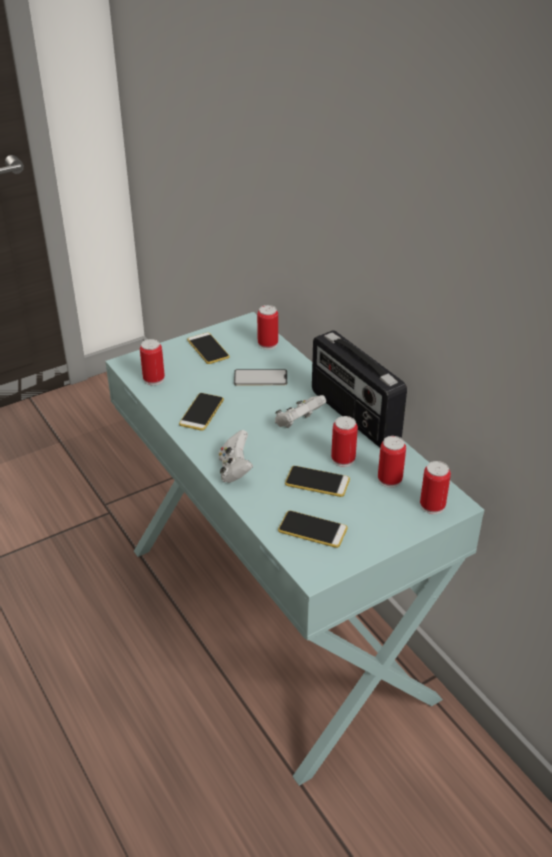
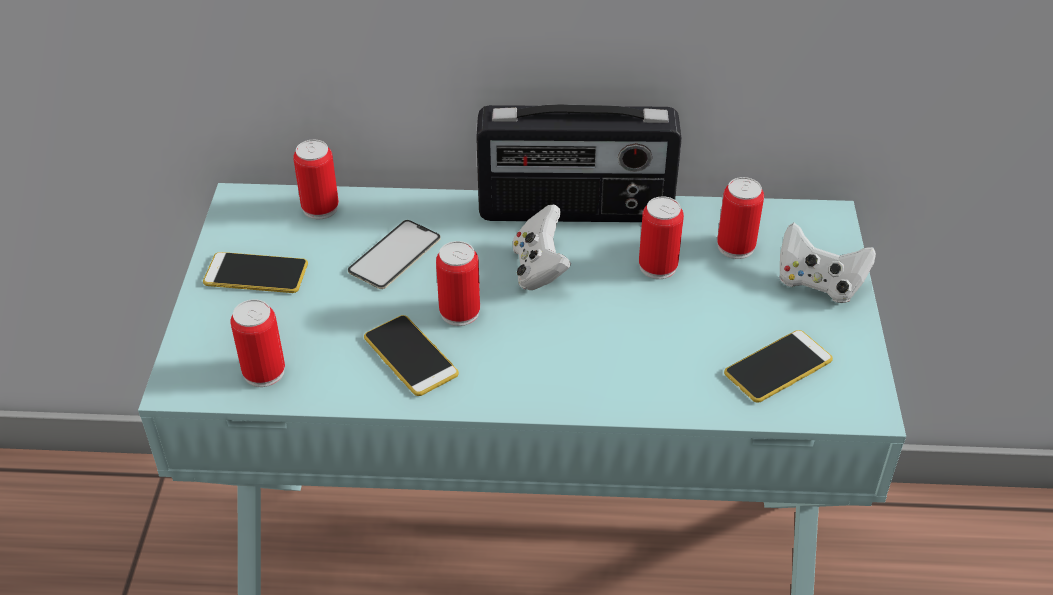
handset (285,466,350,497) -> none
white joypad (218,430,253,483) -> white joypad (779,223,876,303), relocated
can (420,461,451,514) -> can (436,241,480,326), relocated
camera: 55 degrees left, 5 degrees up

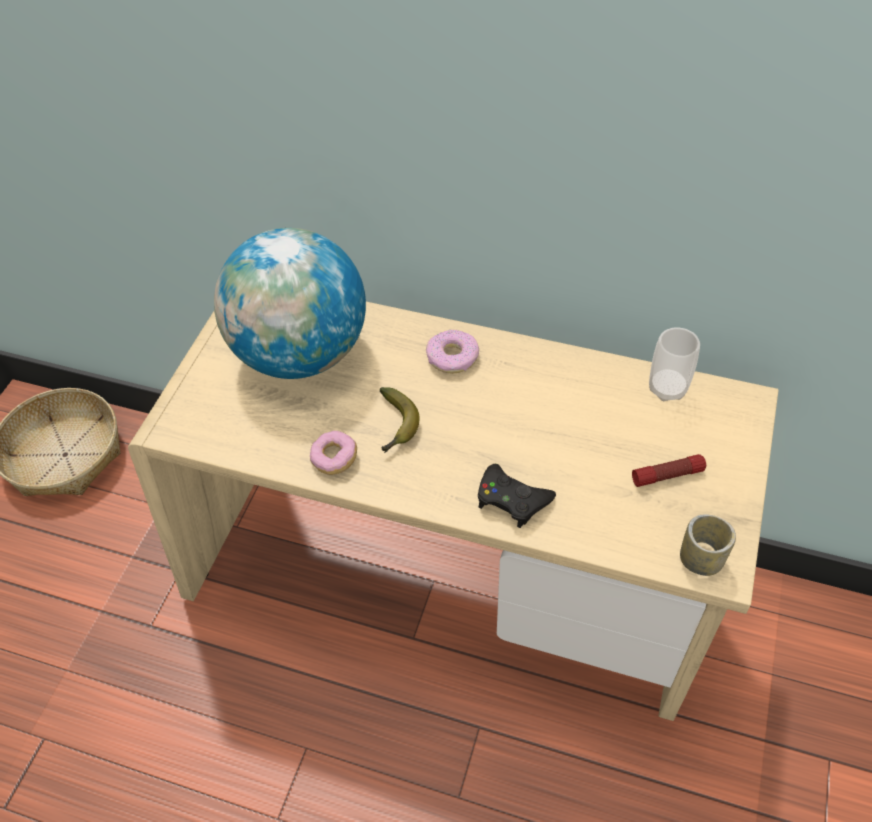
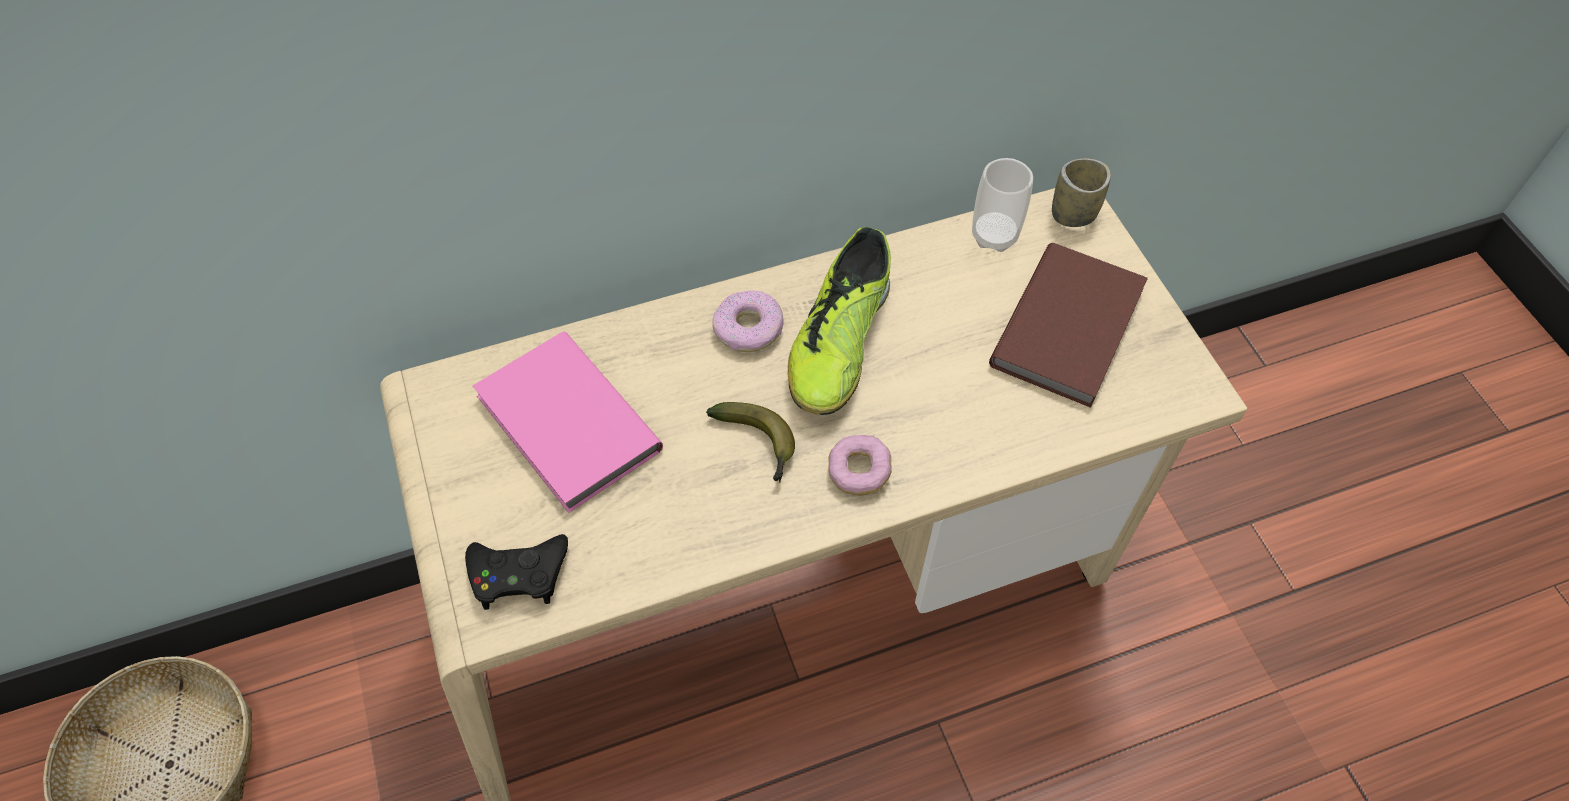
none -> low shoe (788,227,891,415)
donut (310,431,357,475) -> donut (828,435,892,496), relocated
black joypad (478,464,556,528) -> black joypad (465,534,568,610), relocated
drinking cup (680,514,736,576) -> drinking cup (1052,158,1111,227), relocated
desk globe (214,228,366,379) -> pinkish bound book (472,331,663,513)
flashlight (632,454,706,487) -> brown-coloured bound book (989,243,1148,408)
camera: 40 degrees left, 5 degrees up

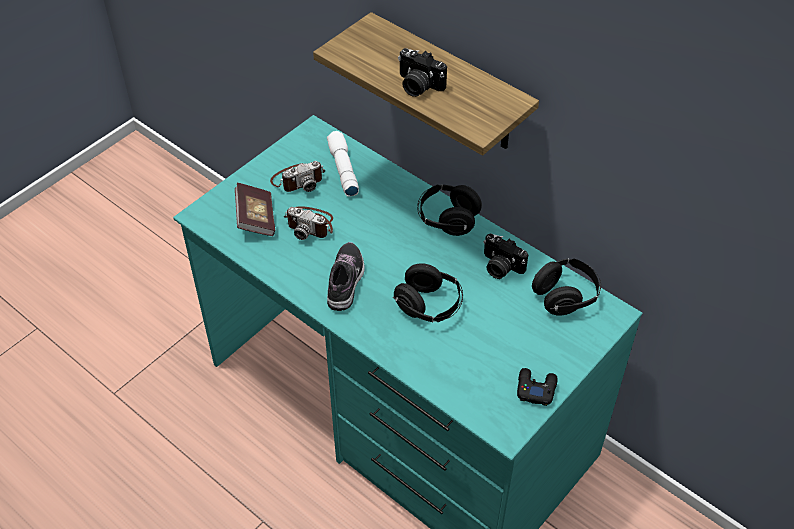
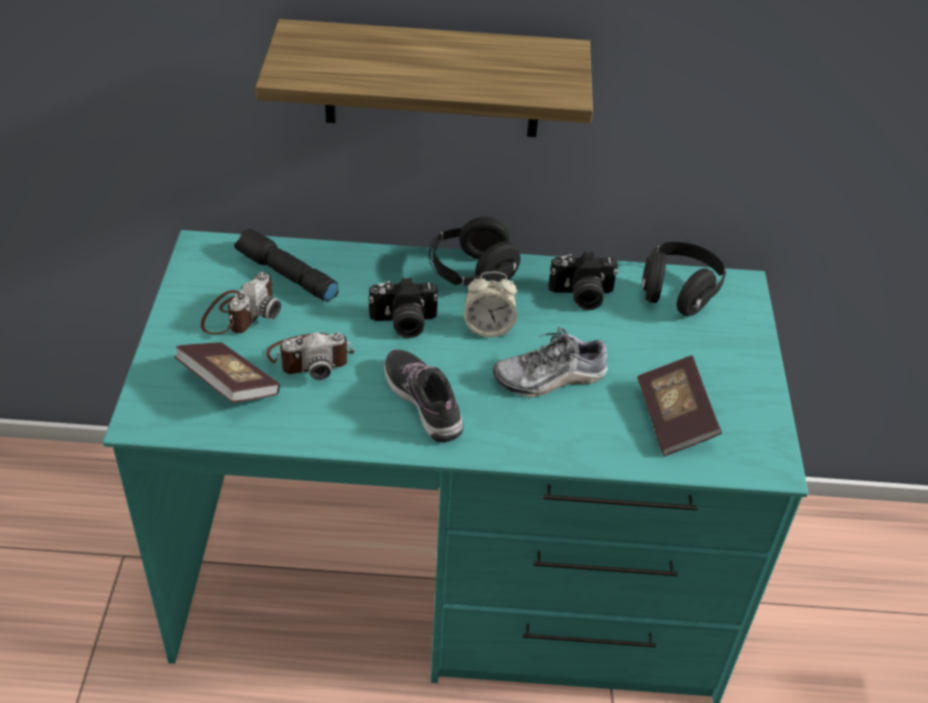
black joypad (517,368,558,406) -> none
none -> table clock (464,271,517,337)
none -> bound book (637,355,722,456)
still camera (398,48,447,97) -> still camera (368,277,439,338), relocated
black pair of headphones (393,263,463,322) -> low shoe (493,327,608,398)
white flashlight (327,131,359,197) -> black flashlight (234,229,338,302)
camera: 40 degrees left, 5 degrees down

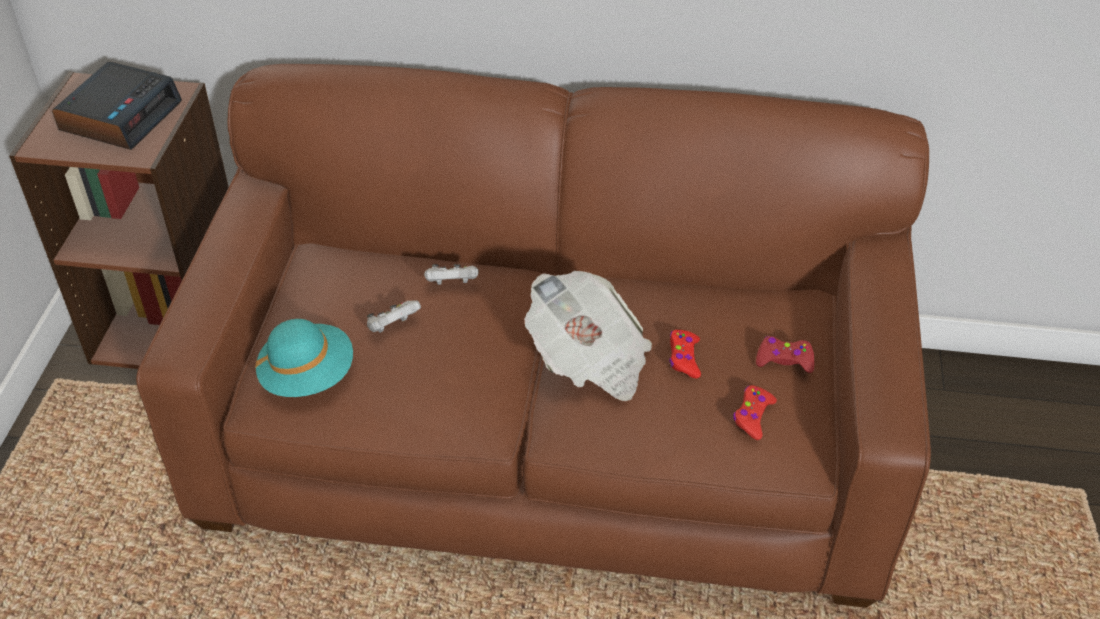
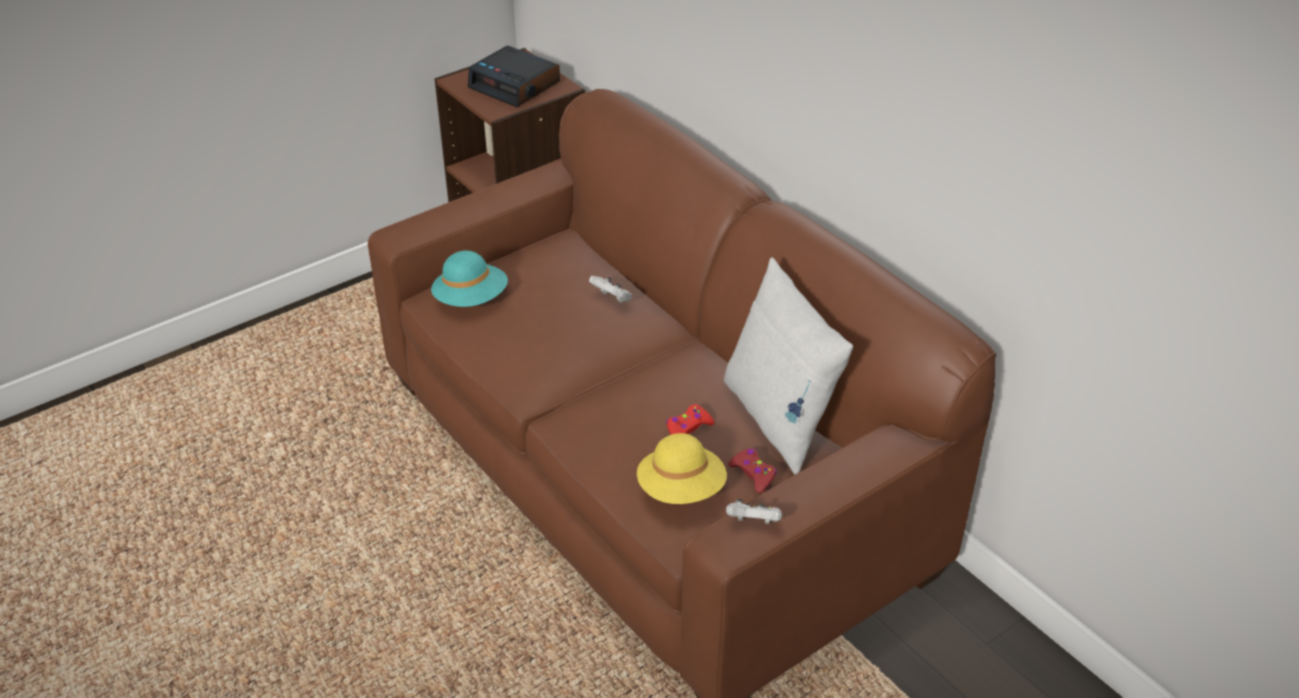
daily paper (524,271,652,401) -> none
none -> grey pillow (724,257,853,474)
white joypad (367,301,421,333) -> white joypad (726,499,782,524), relocated
red joypad (733,385,777,440) -> yellowish clothing hat (637,433,727,504)
table clock (52,61,182,150) -> table clock (468,46,560,107), 60 degrees clockwise
camera: 45 degrees right, 5 degrees down

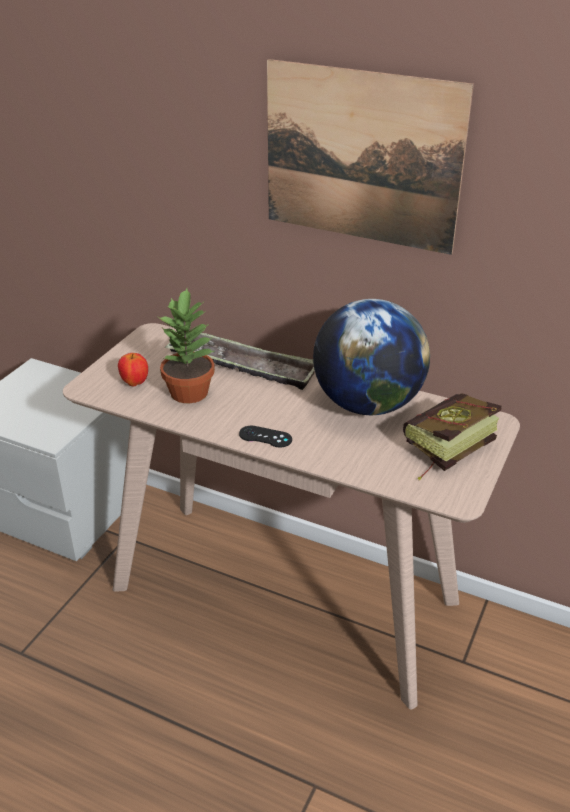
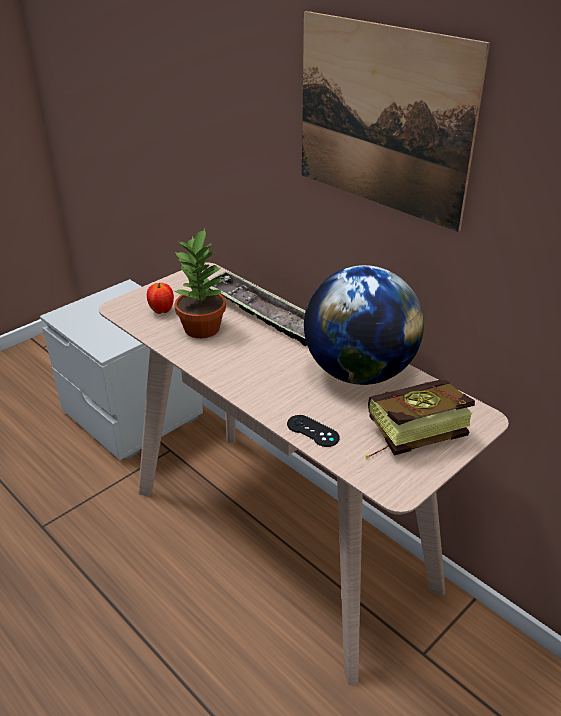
black joypad (239,425,292,448) -> black joypad (287,415,339,447), relocated
camera: 20 degrees right, 0 degrees up

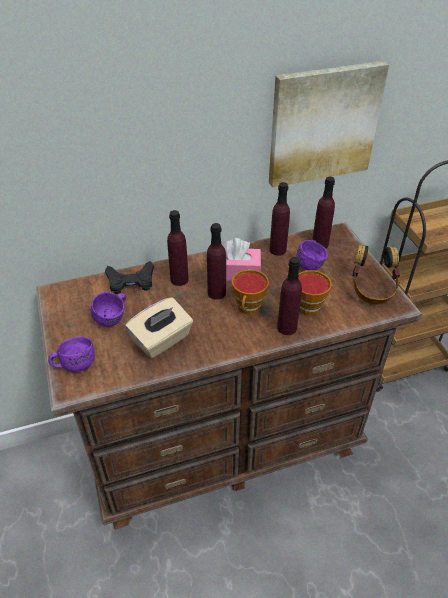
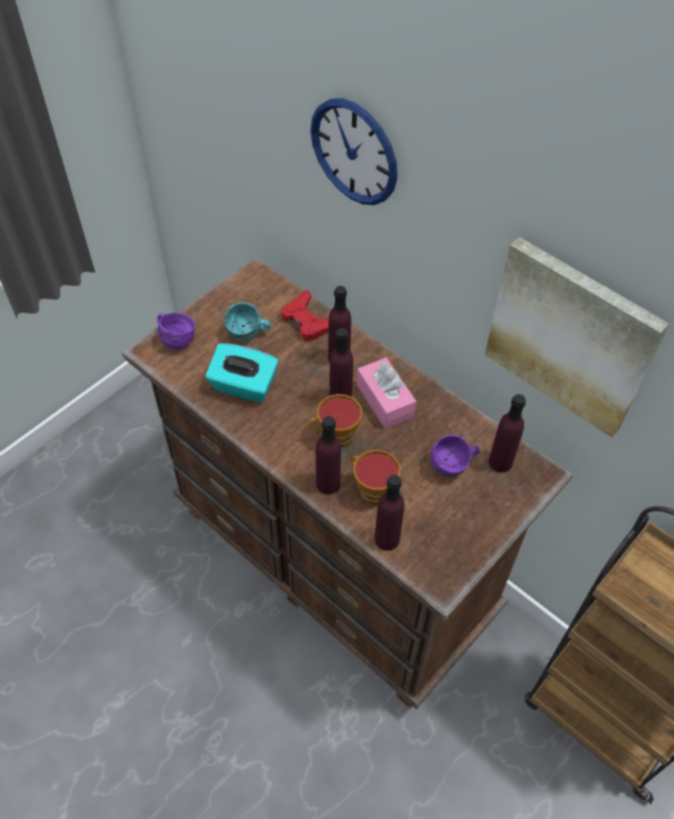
pair of headphones (352,245,400,304) -> none
none -> clock on the wall (310,98,398,205)
purple-coloured beverage bottle (269,182,290,256) -> purple-coloured beverage bottle (375,475,404,551), relocated
purple-coloured coffee mug (91,292,126,327) -> blue-green coffee mug (224,302,271,341)
black joypad (105,261,154,294) -> red joypad (281,290,329,341)
beige tissue box (126,297,193,358) -> blue-green tissue box (205,343,279,403)
camera: 60 degrees right, 10 degrees up

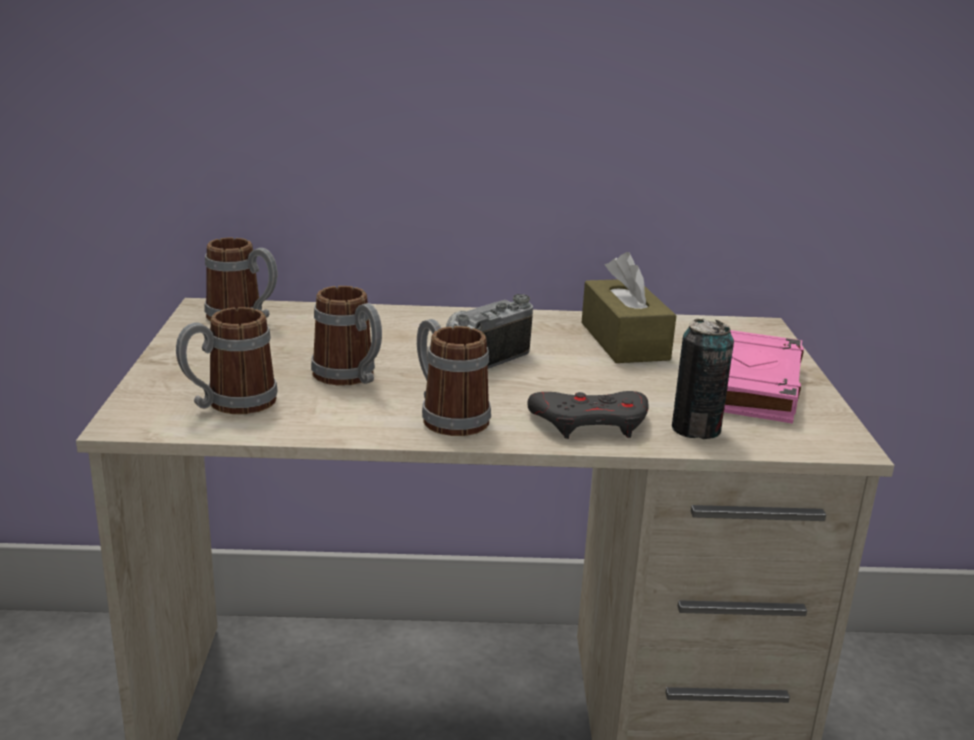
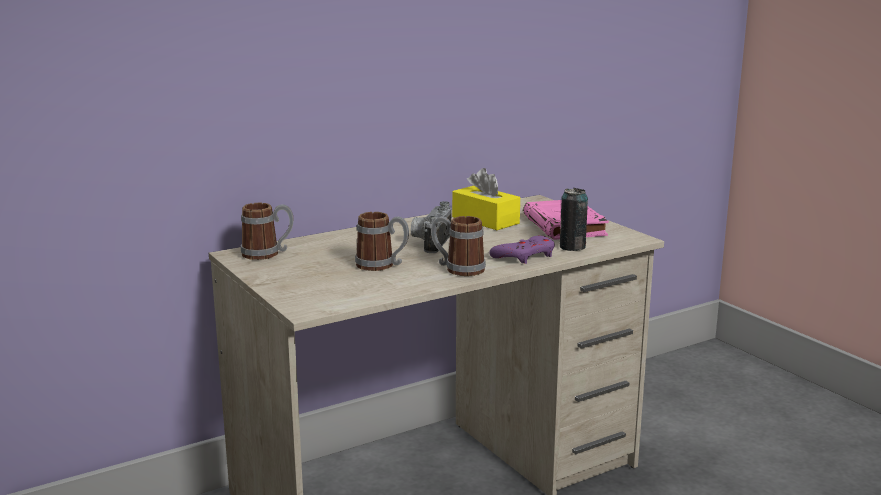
coffee mug (176,307,278,414) -> none
grey joypad (527,391,648,439) -> purple-coloured joypad (489,235,555,264)
brown-coloured tissue box (581,252,677,363) -> yellowish tissue box (452,168,520,230)
camera: 30 degrees left, 5 degrees down

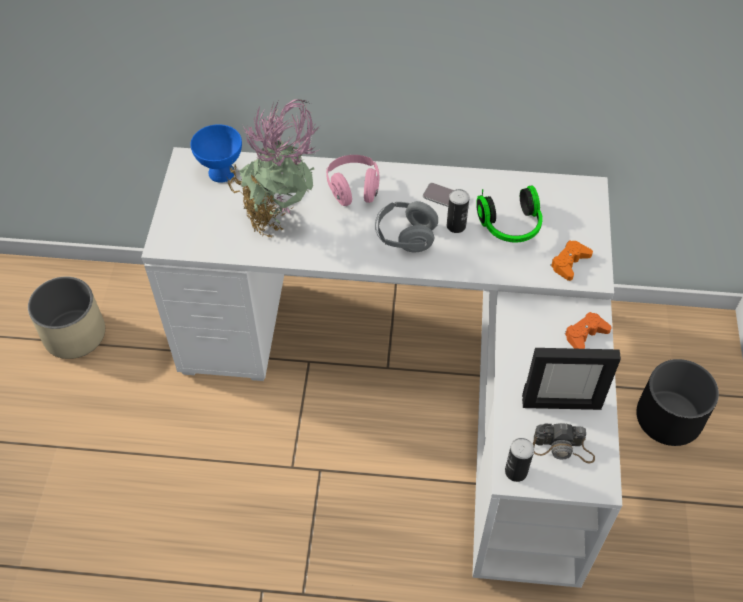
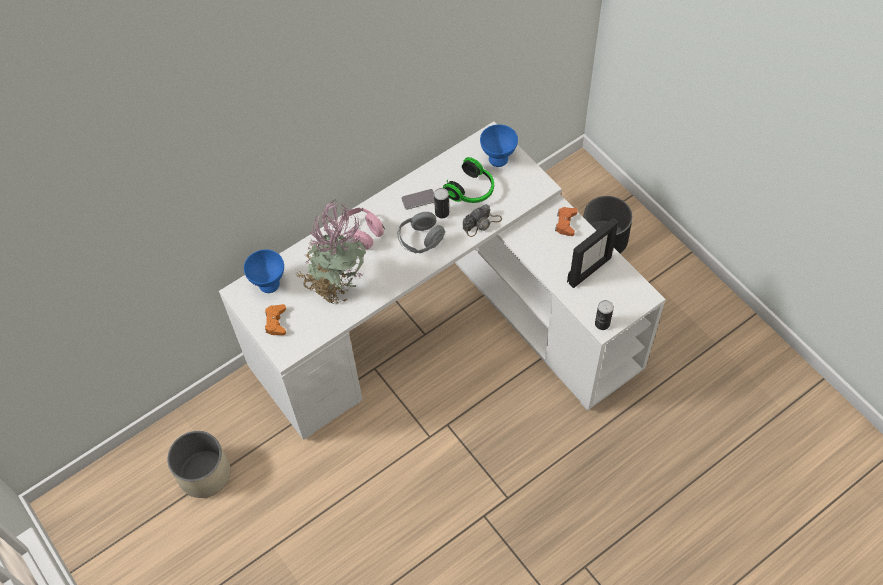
none -> blue-coloured bowl (480,124,518,167)
still camera (533,423,595,463) -> still camera (463,204,502,237), relocated
orange joypad (550,240,593,281) -> orange joypad (265,304,286,335), relocated
camera: 40 degrees left, 5 degrees up

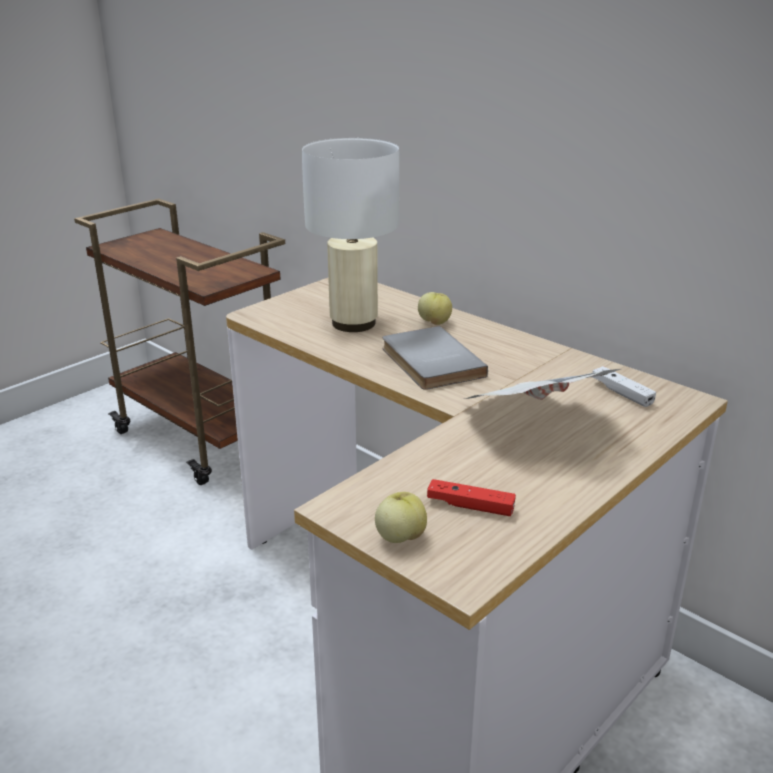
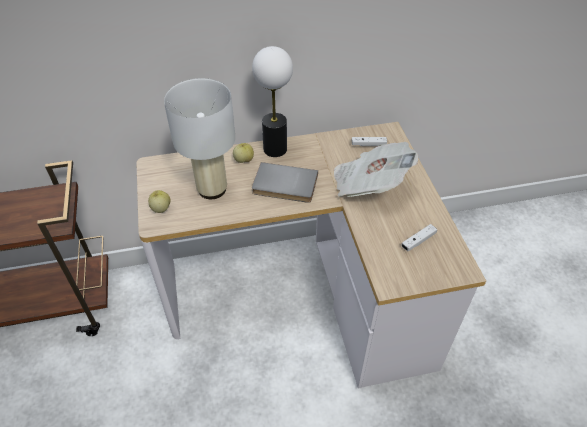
none -> lamp for a table (252,46,293,157)
apple (375,492,427,543) -> apple (148,190,171,213), relocated
red joypad (427,479,516,516) -> white joypad (401,224,437,252)
camera: 55 degrees left, 20 degrees up

